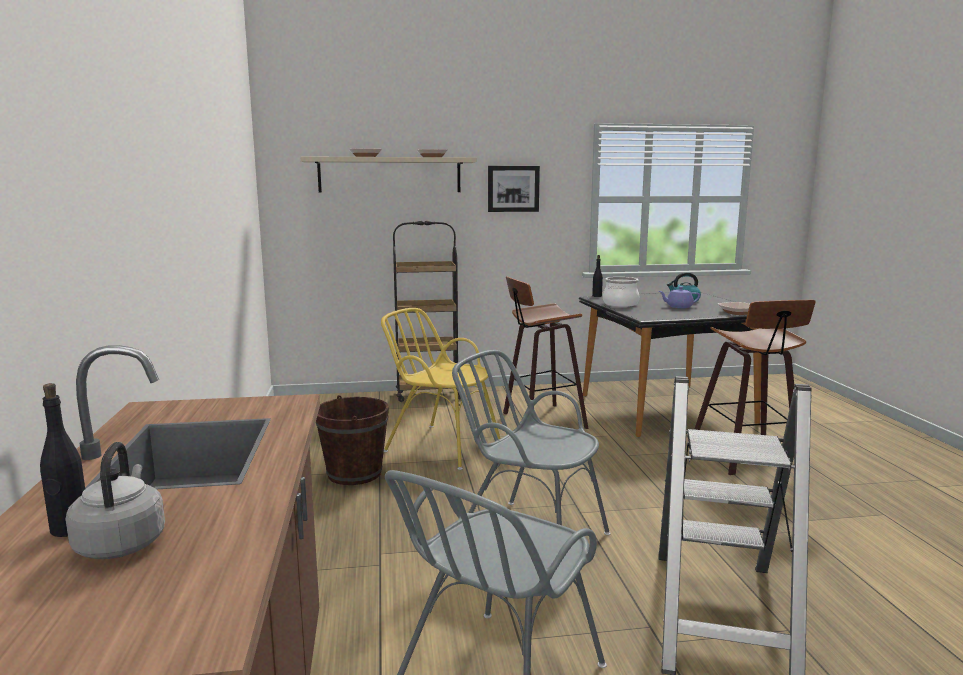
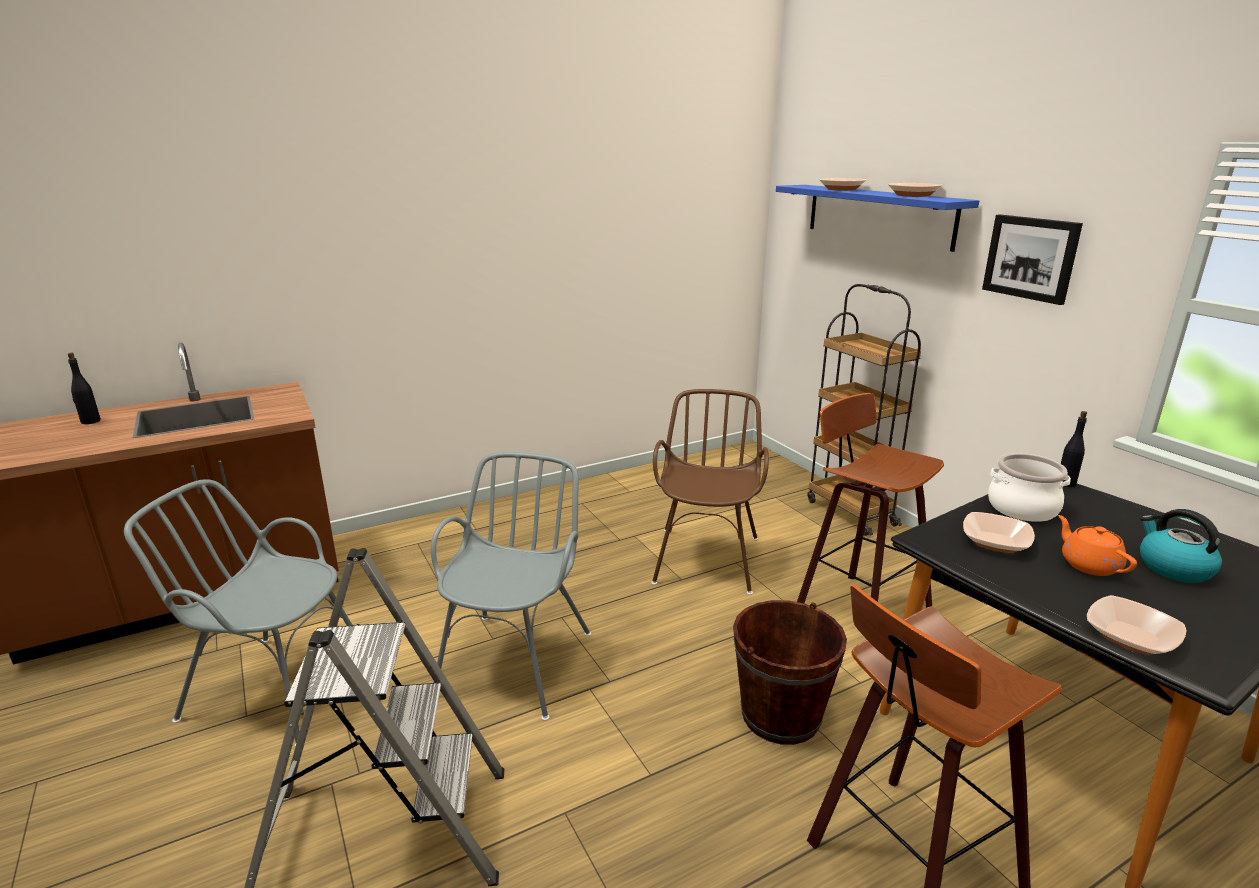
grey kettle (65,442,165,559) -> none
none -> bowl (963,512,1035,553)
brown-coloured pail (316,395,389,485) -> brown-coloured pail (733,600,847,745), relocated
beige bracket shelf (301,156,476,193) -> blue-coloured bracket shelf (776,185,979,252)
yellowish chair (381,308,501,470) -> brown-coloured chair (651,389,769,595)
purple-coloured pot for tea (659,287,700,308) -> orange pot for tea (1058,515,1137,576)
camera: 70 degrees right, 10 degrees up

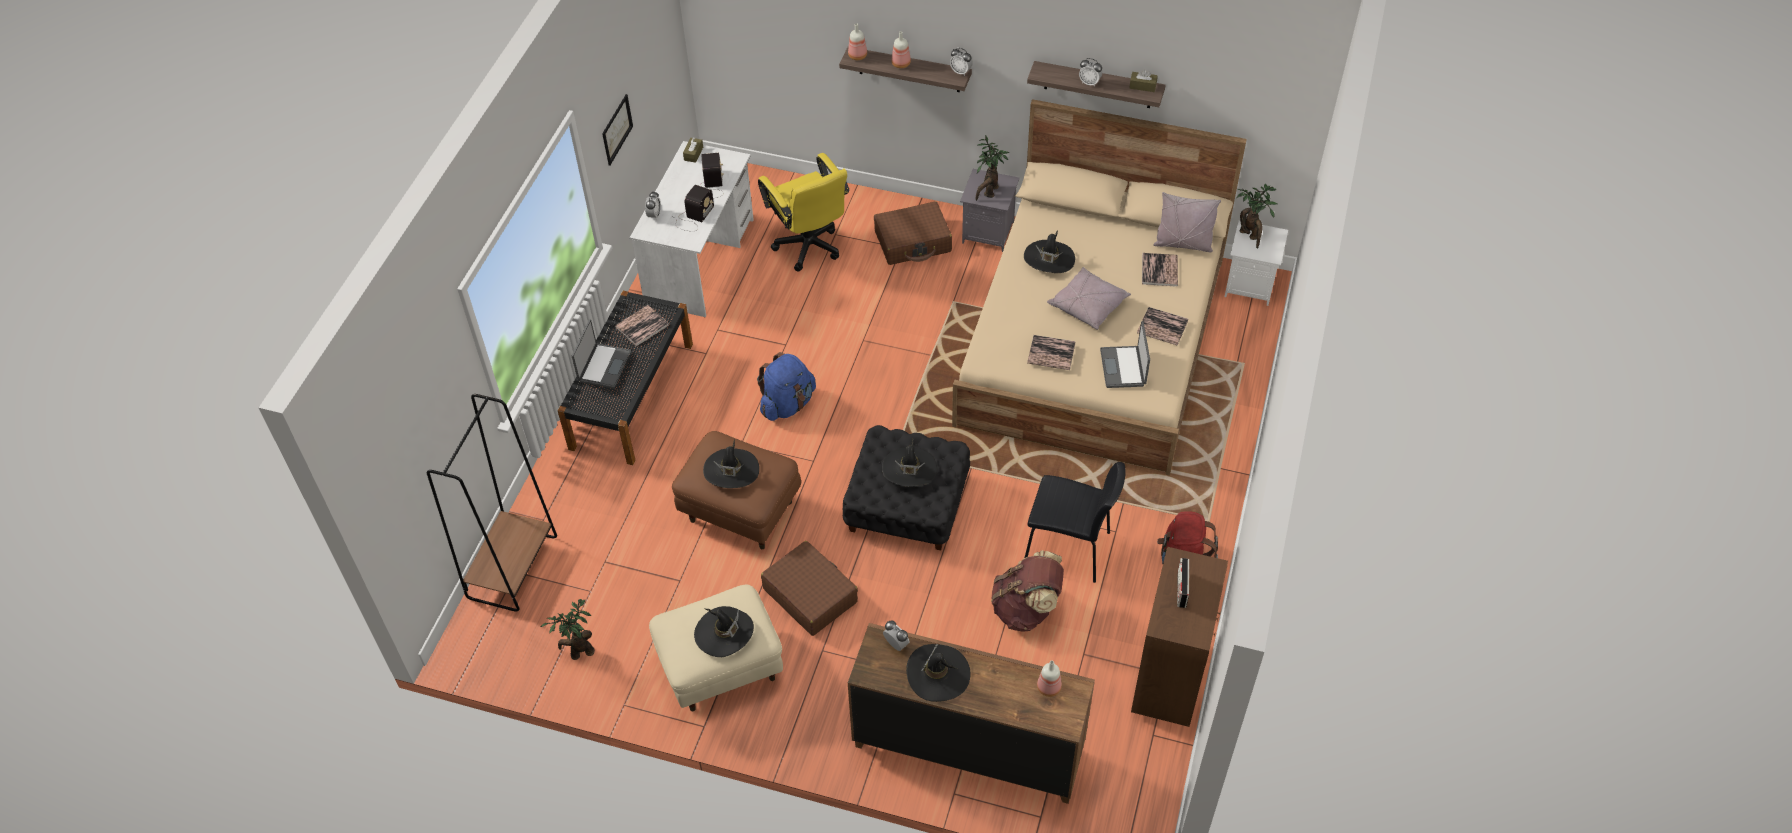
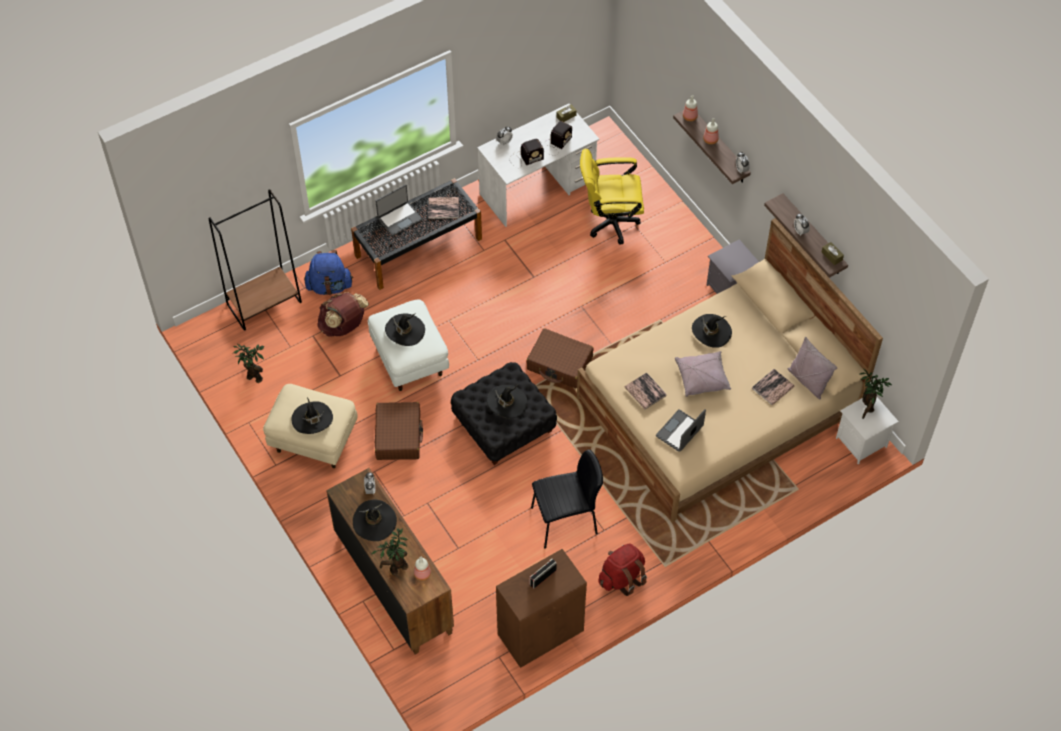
wall picture (602,94,633,166) -> none
bound book (1137,307,1188,345) -> none
blue-coloured backpack (757,352,816,421) -> blue-coloured backpack (304,250,353,295), relocated
brown-coloured suitcase (874,201,952,265) -> brown-coloured suitcase (526,328,594,388), relocated
plant in a pot (976,135,1009,201) -> plant in a pot (372,528,408,575), relocated
brown-coloured backpack (991,550,1064,632) -> brown-coloured backpack (317,292,369,337), relocated
brown-coloured ottoman (672,431,801,549) -> white ottoman (368,299,449,391)
yellowish computer chair (758,153,849,272) -> yellowish computer chair (580,149,644,245), 75 degrees clockwise
black chair (1025,462,1126,583) -> black chair (531,450,603,549), 75 degrees counterclockwise
camera: 40 degrees right, 5 degrees up

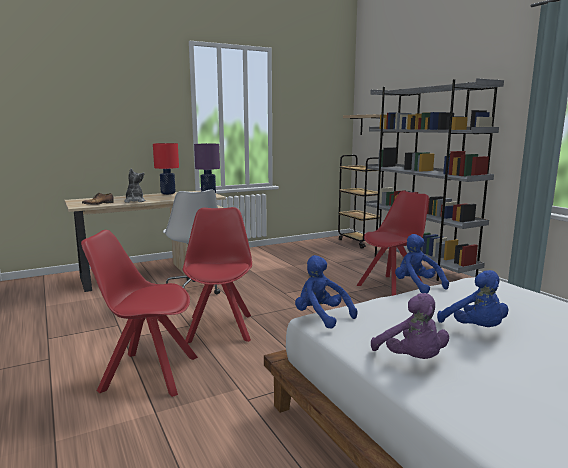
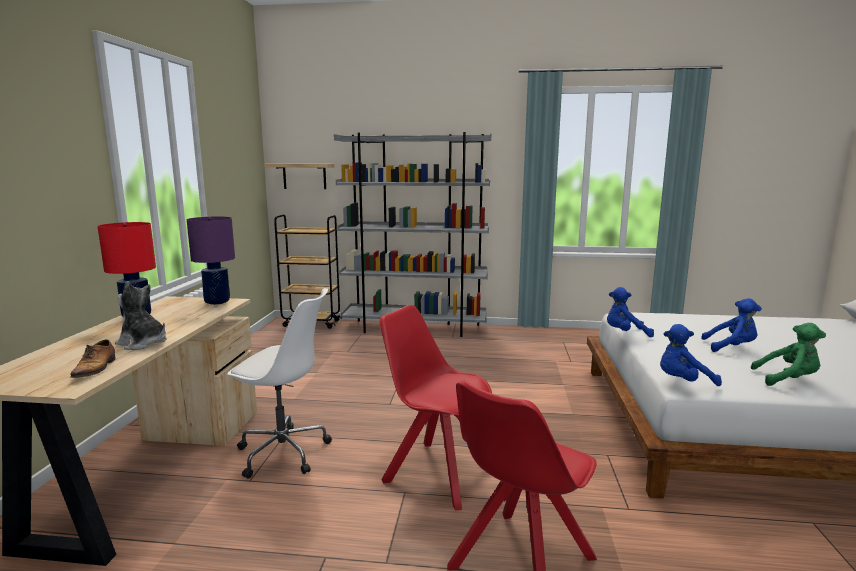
red chair (357,191,429,296) -> none
purple-coloured cuddly toy (371,293,449,359) -> greenish cuddly toy (751,323,826,386)
camera: 55 degrees left, 0 degrees up

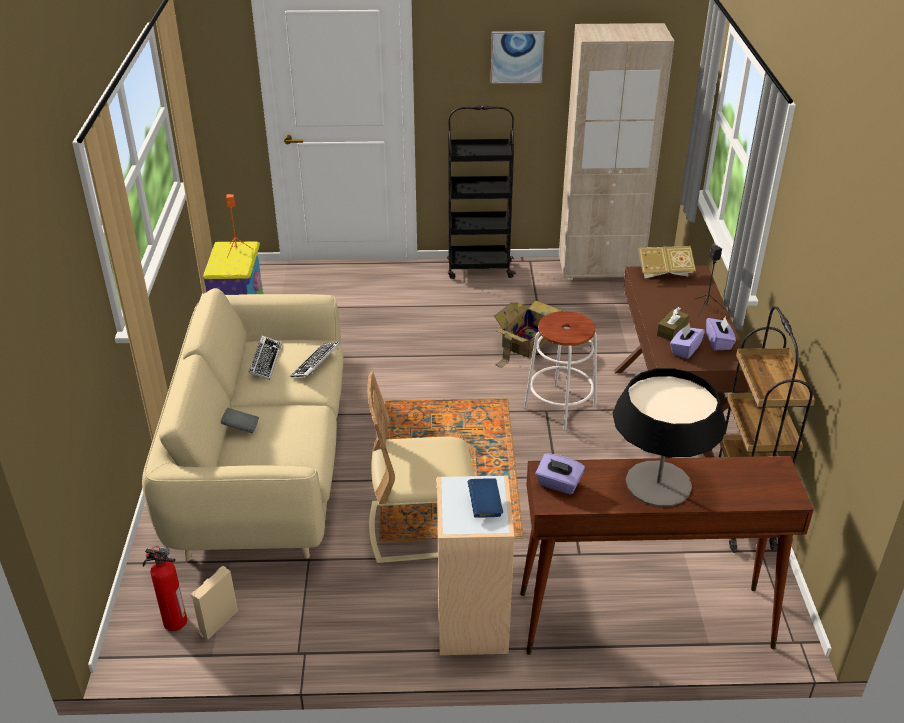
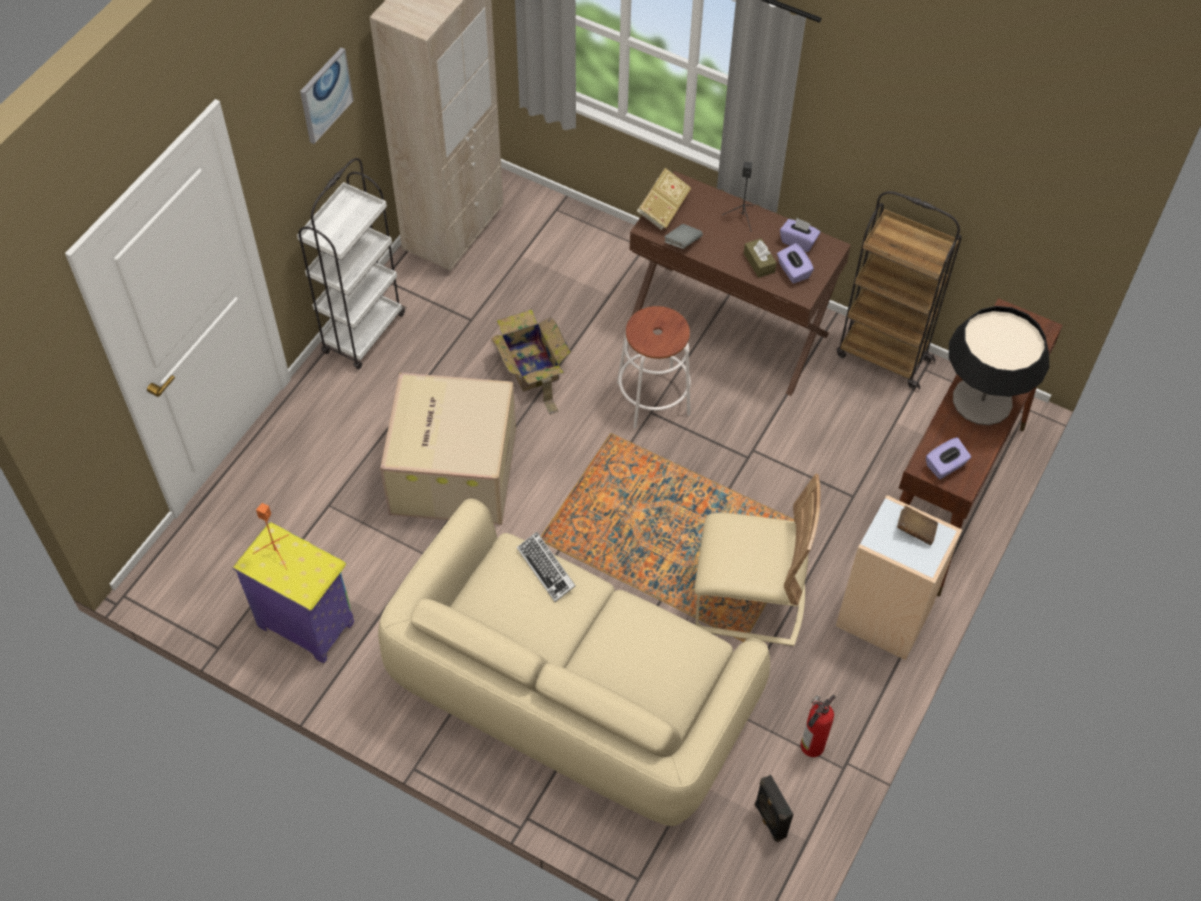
computer keyboard (248,336,282,380) -> none
none -> carton (380,373,516,525)
fire extinguisher (143,546,187,631) -> fire extinguisher (801,695,836,757), relocated
grey bound book (221,408,259,434) -> grey bound book (664,224,703,249), relocated
beige speaker (191,566,238,639) -> black speaker (755,775,794,842)
black trolley (447,105,517,279) -> white trolley (297,158,406,370)
blue-coloured bound book (468,478,503,518) -> brown-coloured bound book (897,506,938,545)
beige chair (367,371,474,563) -> beige chair (694,474,820,646), 105 degrees counterclockwise
camera: 60 degrees left, 20 degrees up

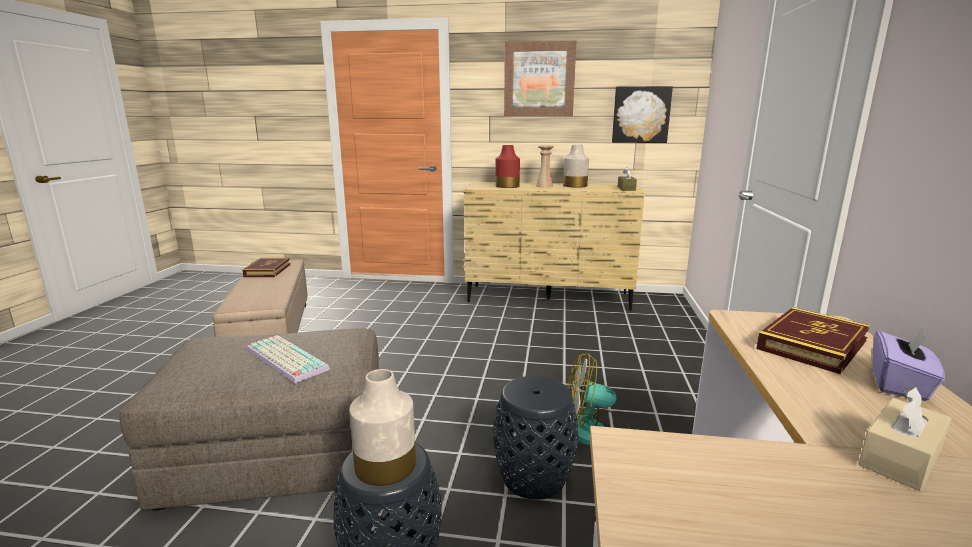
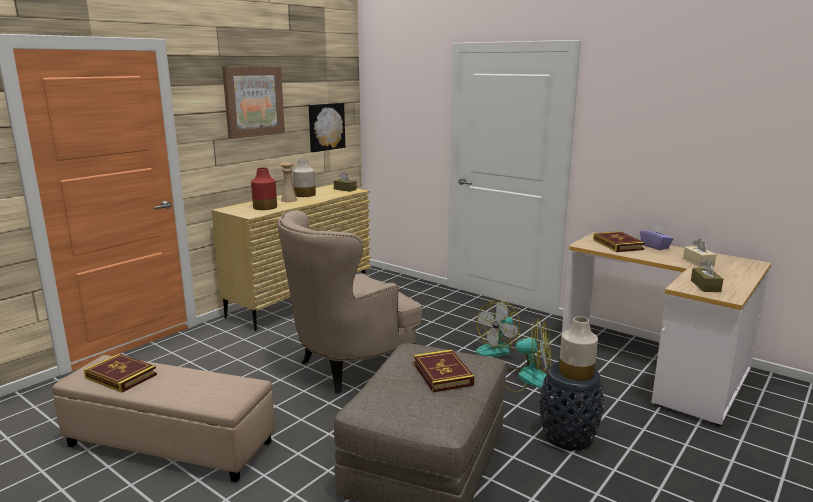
none -> beige lounge chair (277,211,422,394)
none -> brown-coloured tissue box (691,260,723,292)
computer keyboard (247,335,330,383) -> bound book (413,349,475,393)
black stool seat (493,376,578,500) -> fan (504,319,551,392)
camera: 60 degrees left, 0 degrees up

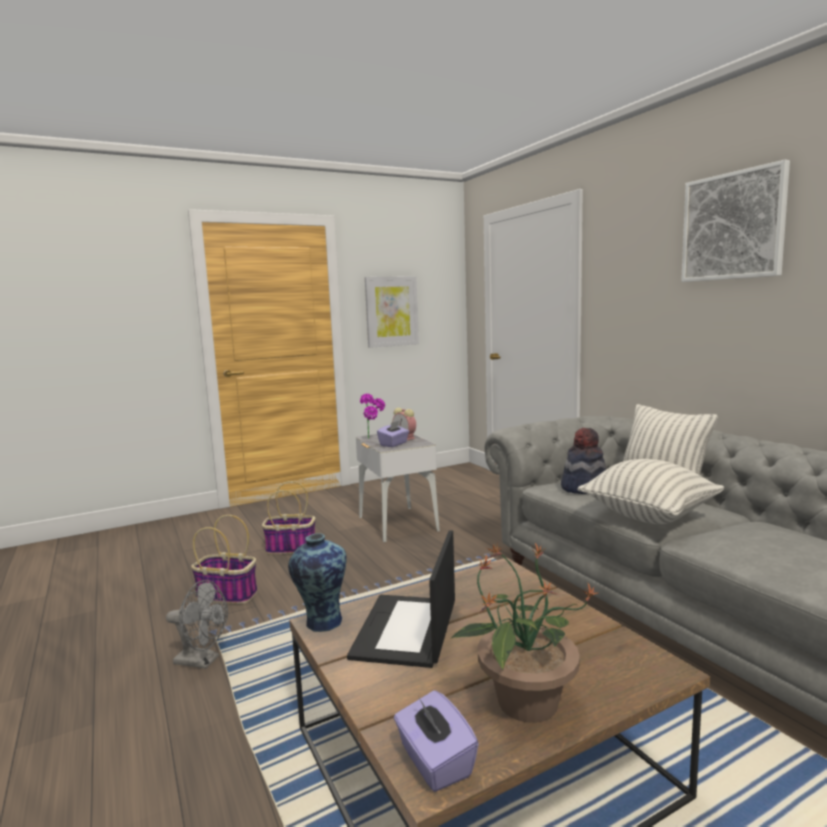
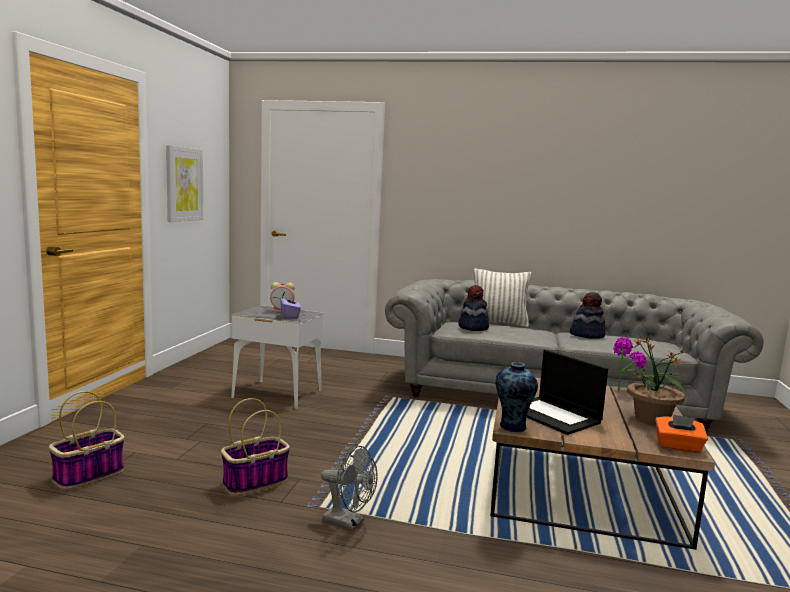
pillow (577,459,724,524) -> none
wall picture (681,160,790,282) -> none
none -> clothing hat (570,292,606,339)
storage basket (262,481,315,554) -> storage basket (49,391,124,489), relocated
plant in a pot (360,394,385,439) -> plant in a pot (613,337,647,391), relocated
purple-coloured tissue box (394,690,479,792) -> orange tissue box (655,414,708,453)
grey fan (166,580,228,669) -> grey fan (321,446,378,530), 60 degrees clockwise
camera: 50 degrees left, 0 degrees up

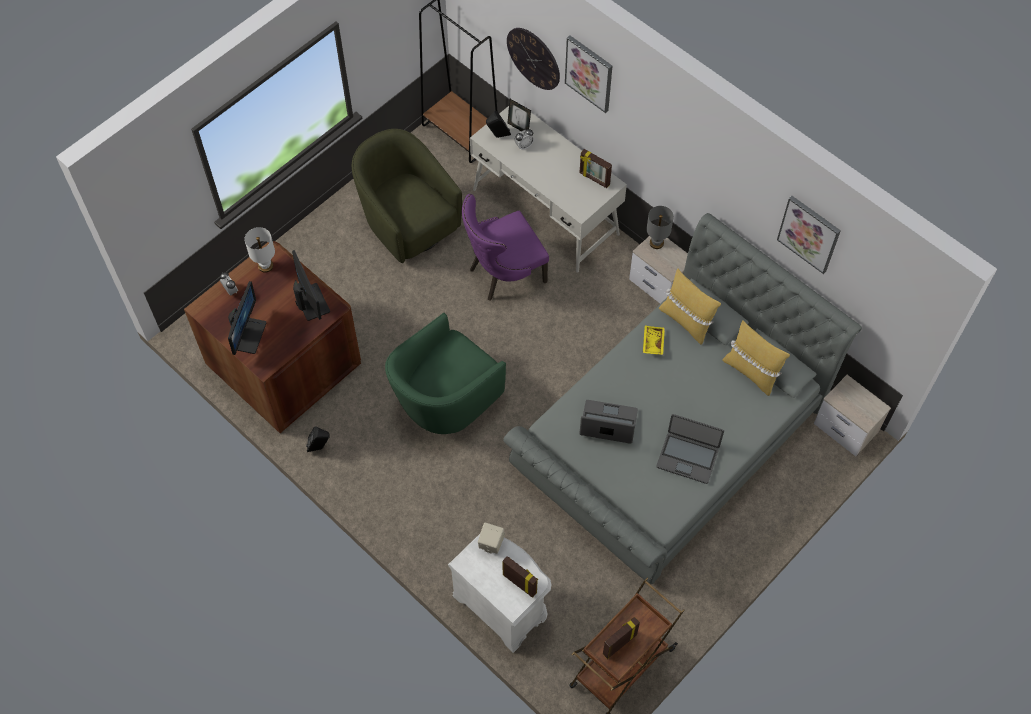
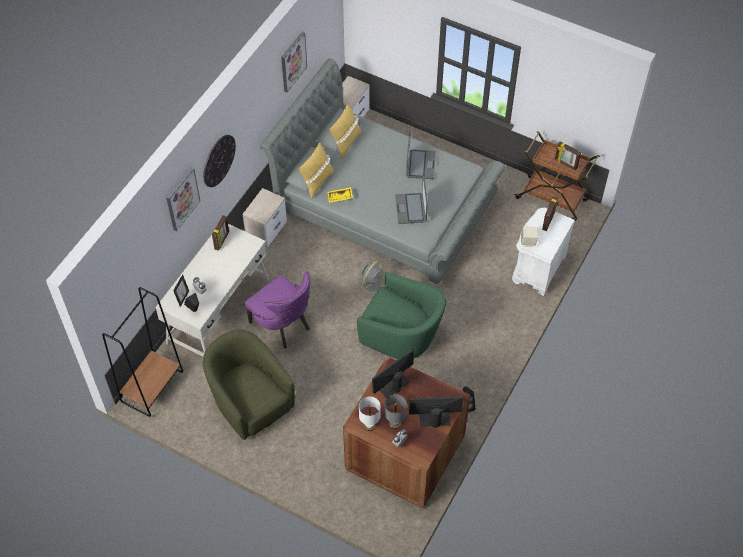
none -> grey fan (358,260,383,298)
clock on the wall (507,28,560,90) -> clock on the wall (203,135,236,187), relocated
grey lamp for a table (646,206,674,249) -> grey lamp for a table (385,394,407,429), relocated
greenish lounge chair (352,129,462,263) -> greenish lounge chair (203,330,295,440), 105 degrees clockwise
camera: 105 degrees left, 5 degrees down

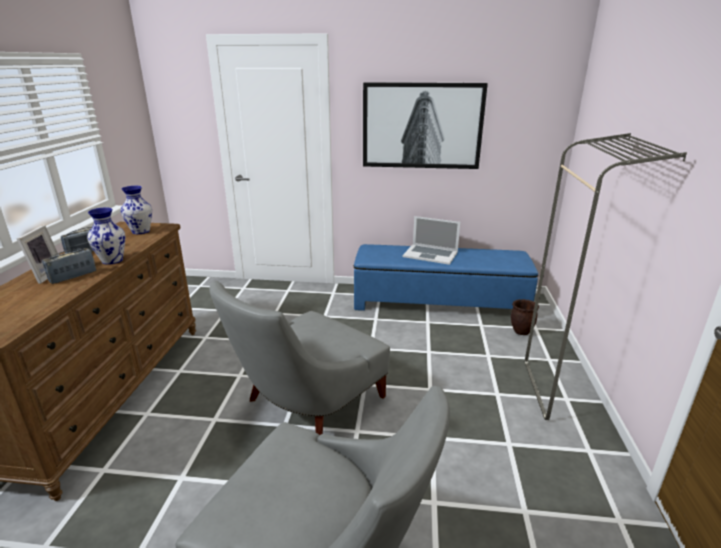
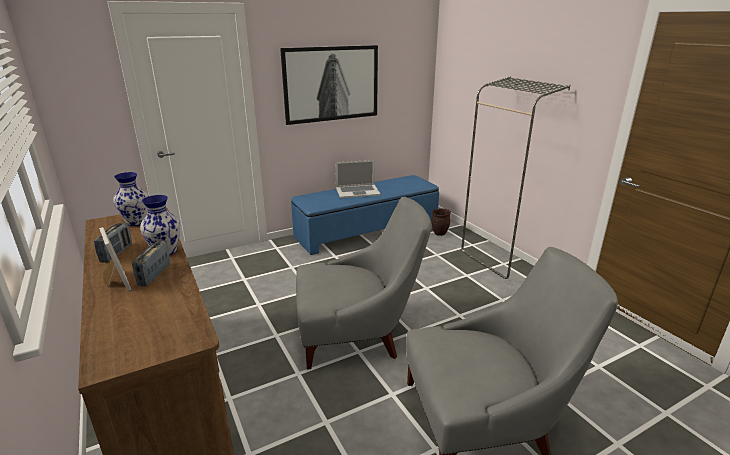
grey lounge chair (209,281,390,435) -> grey lounge chair (296,197,432,370), 105 degrees counterclockwise
camera: 35 degrees left, 0 degrees up

